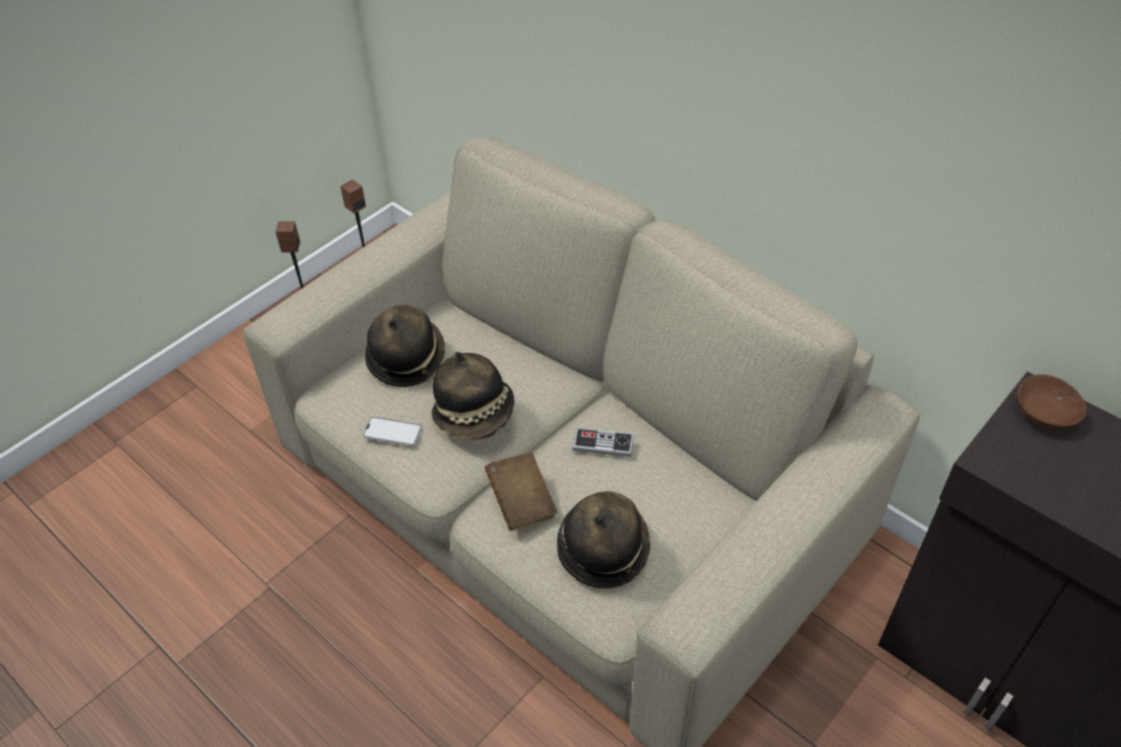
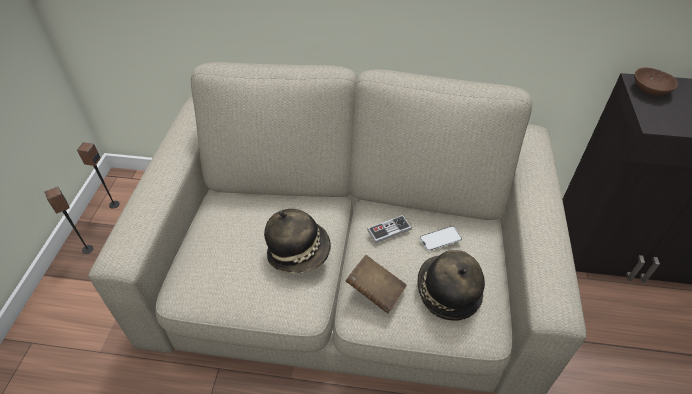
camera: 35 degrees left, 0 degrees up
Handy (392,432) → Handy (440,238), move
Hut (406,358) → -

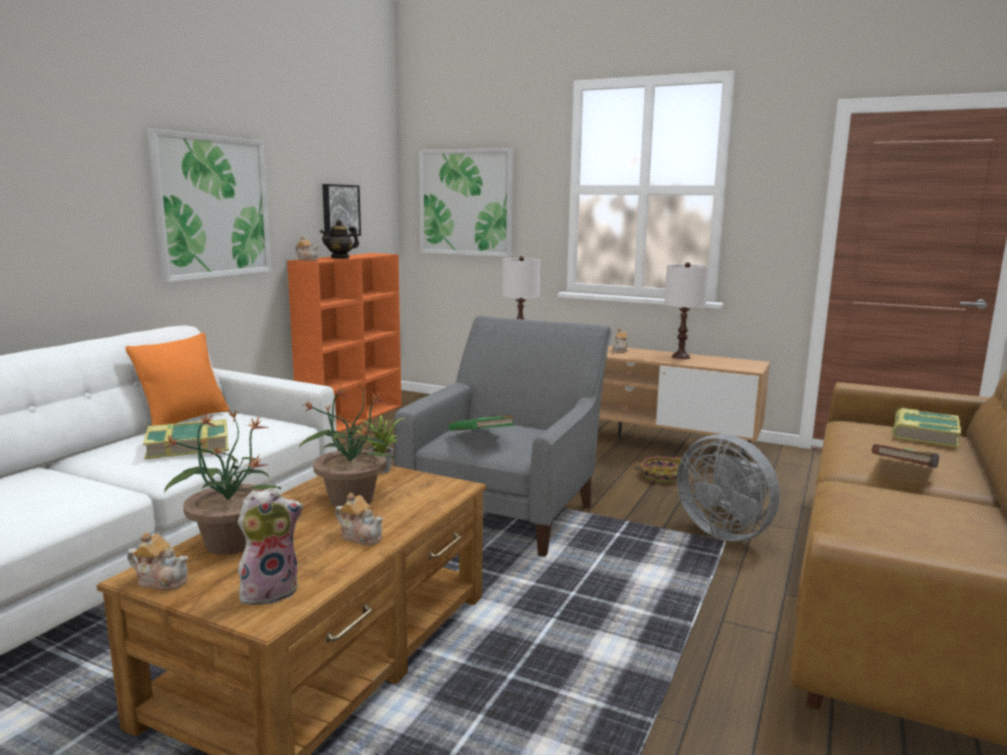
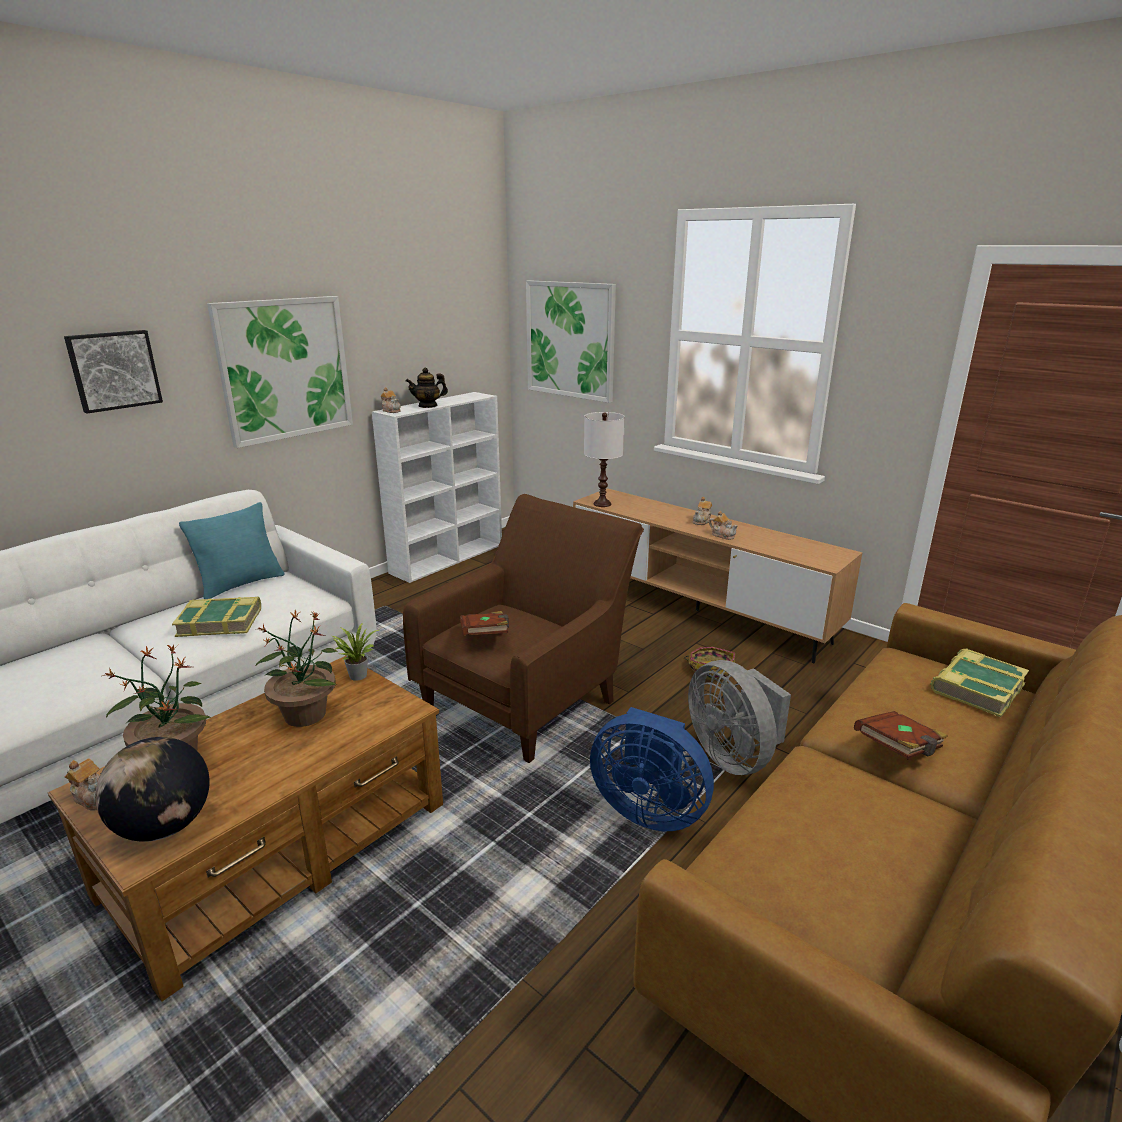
camera: 15 degrees right, 10 degrees up
Kissen (orange) (185,420) → Kissen (türkis) (241,584)
Plüschtier (270,591) → Globus (164,826)
Bücherregal (orange) (353,418) → Bücherregal (weiß) (448,558)
Bild (339,210) → Bild (114,370), move
Teekanne (361,536) → Teekanne (722,535), move
Sessel (grau) (507,510) → Sessel (braun) (527,697)
Buch (grün) (481,437) → Buch (braun) (485,636)
Tischlampe (weiß) (681,357) → -
- → Ventilator (blau) (649,809)

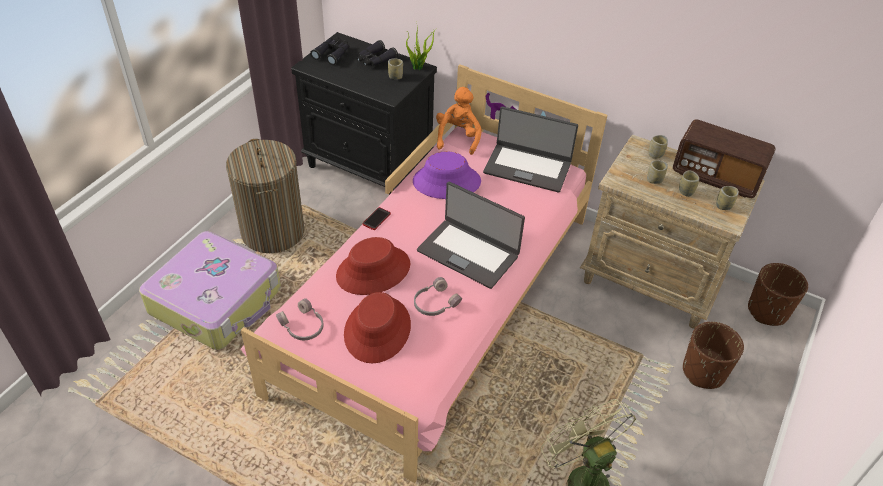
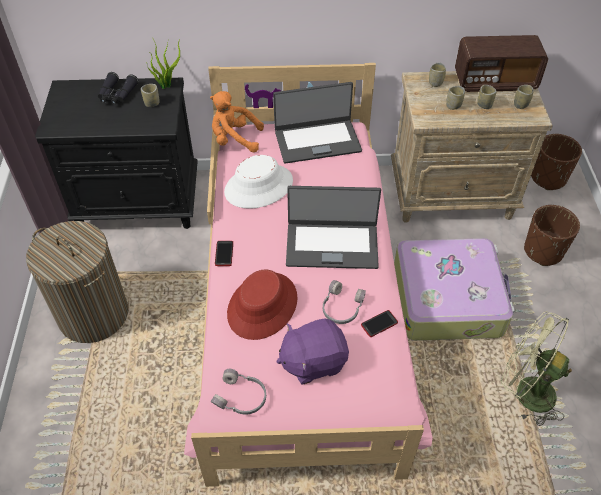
camera: 30 degrees left, 5 degrees up
Koffer (217,300) → Koffer (448,298), move
Fernglas (schwarz) (332,54) → -
Hut (rot) (378,330) → Plüschtier (lila) (313,361)
Hut (lila) (446,182) → Hut (weiß) (259,187)
Plüschtier (orange) (458,138) → Plüschtier (orange) (234,139), 60 degrees counterclockwise
- → Handy (379,324)

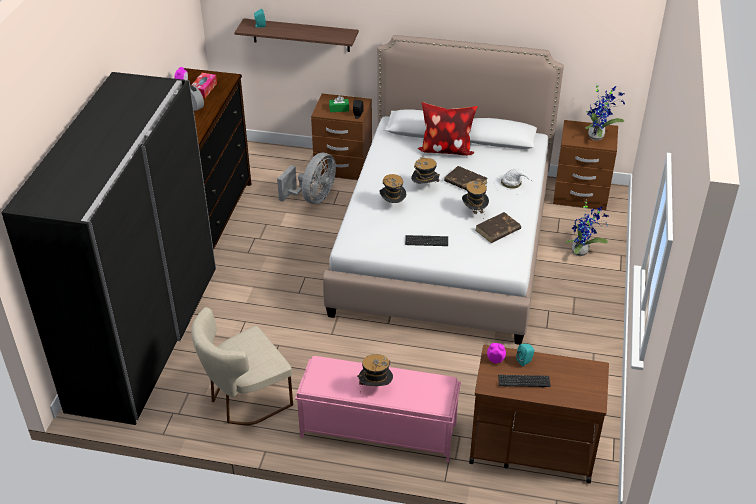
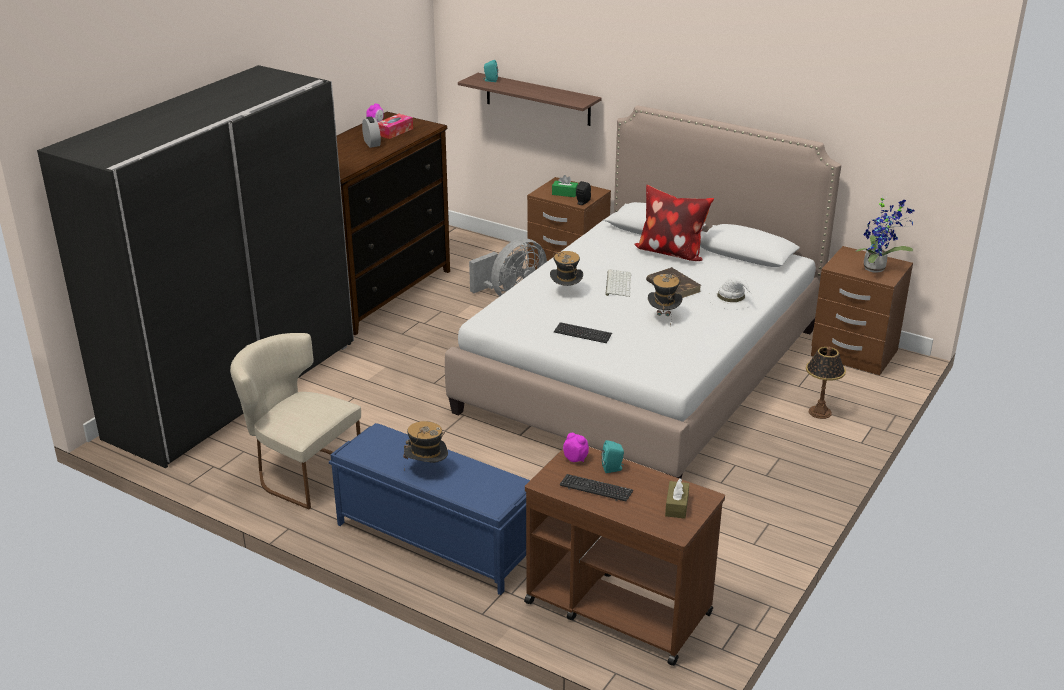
camera: 20 degrees right, 10 degrees down
Stuhl (beige) (245,400) → Stuhl (beige) (301,472), 45 degrees clockwise
Bank (rosa) (377,430) → Bank (blau) (434,539)
Hut (424,188) → Tastatur (617,283)
Buch (braun) (497,230) → -
Topfpflanze (582,251) → Tischlampe (819,412)
- → Taschentuchbox (braun) (676,506)

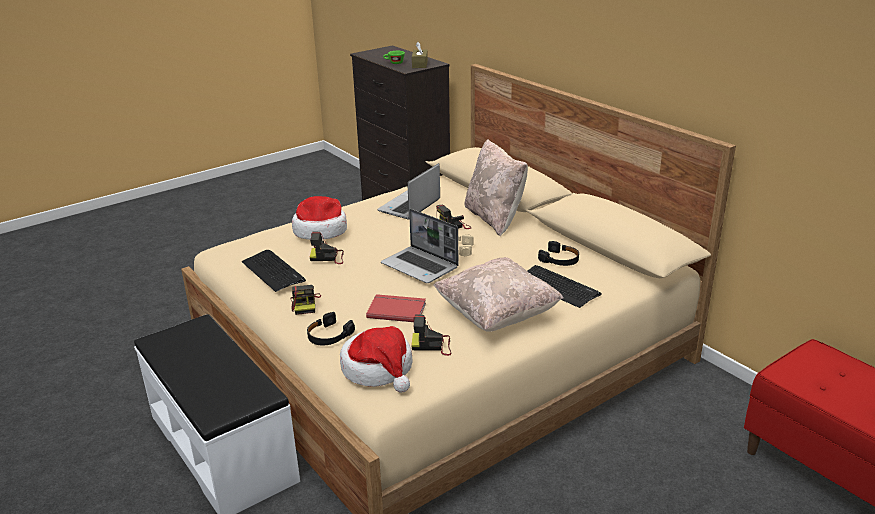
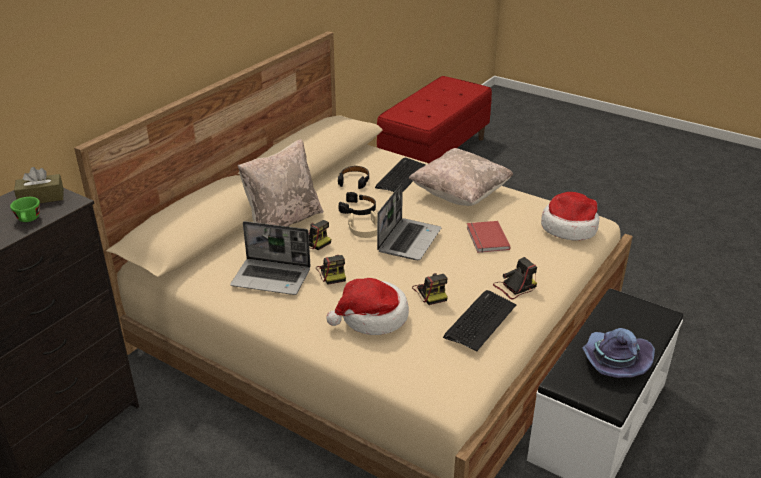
camera: 110 degrees left, 5 degrees up
Kopfhörer (schwarz) (329,336) → Kopfhörer (schwarz) (358,209), move
Kamera (432,345) → Kamera (332,273), move
- → Hut (lila) (612,362)

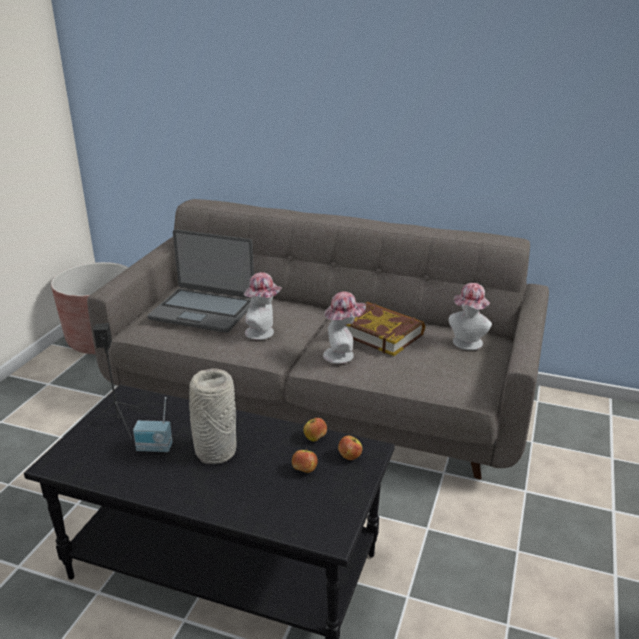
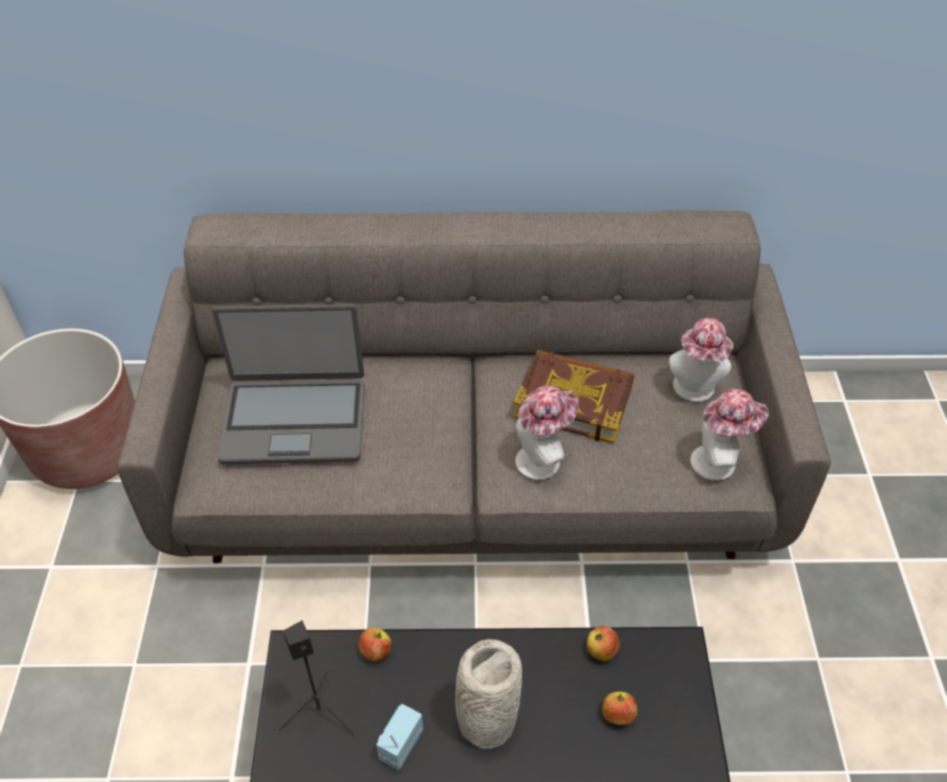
camera: 20 degrees left, 20 degrees up
Radio (154,448) → Radio (399,744), 135 degrees clockwise
Hut (263,333) → Hut (719,462), move
Apfel (349,457) → Apfel (375,651), move

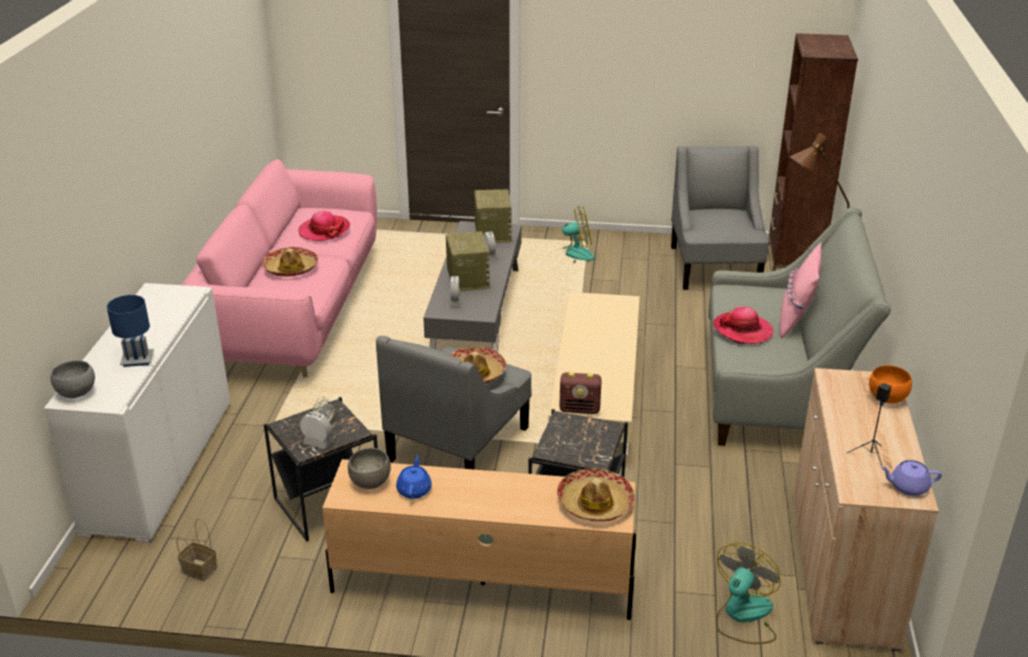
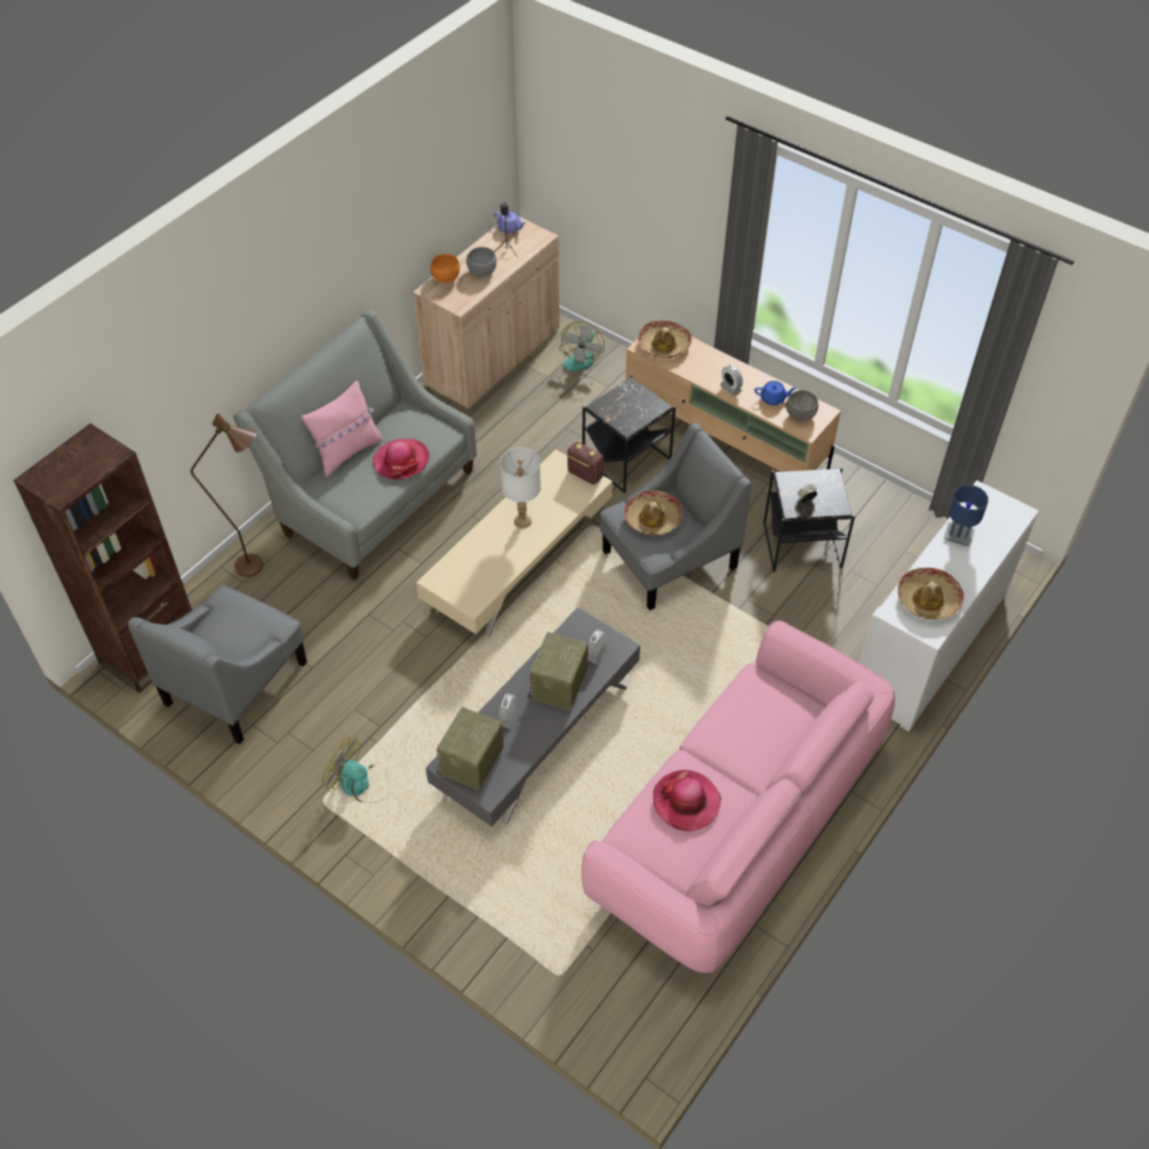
camera: 150 degrees left, 20 degrees up
Schüssel (grau) (77,393) → Schüssel (grau) (481,272), move
Korb (198,570) → -
Hut (291,268) → Hut (928,599), move
Wecker (317,443) → Wecker (730,388), move
Teekanne (blau) (414,489) → Teekanne (blau) (773,399), 120 degrees counterclockwise
Ventilator (743,616) → Ventilator (581,357), 45 degrees counterclockwise
- → Tischlampe (weiß) (522,522)

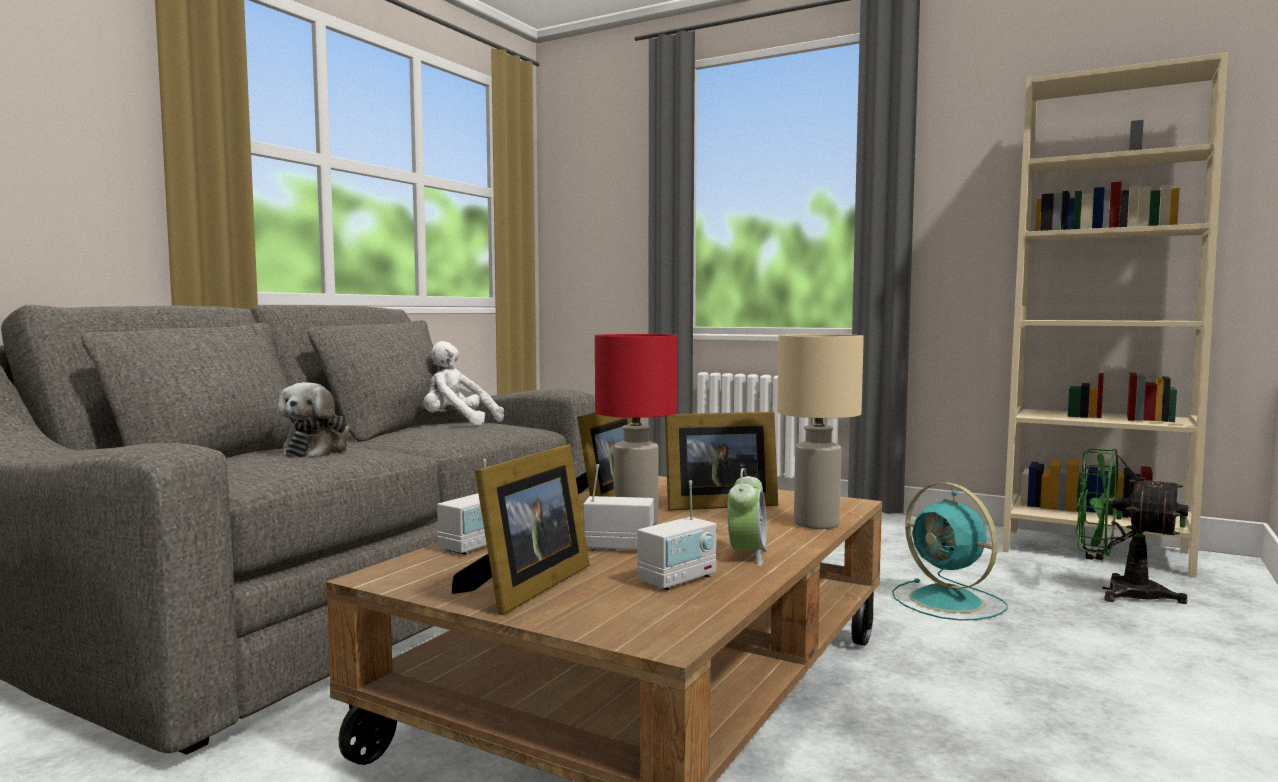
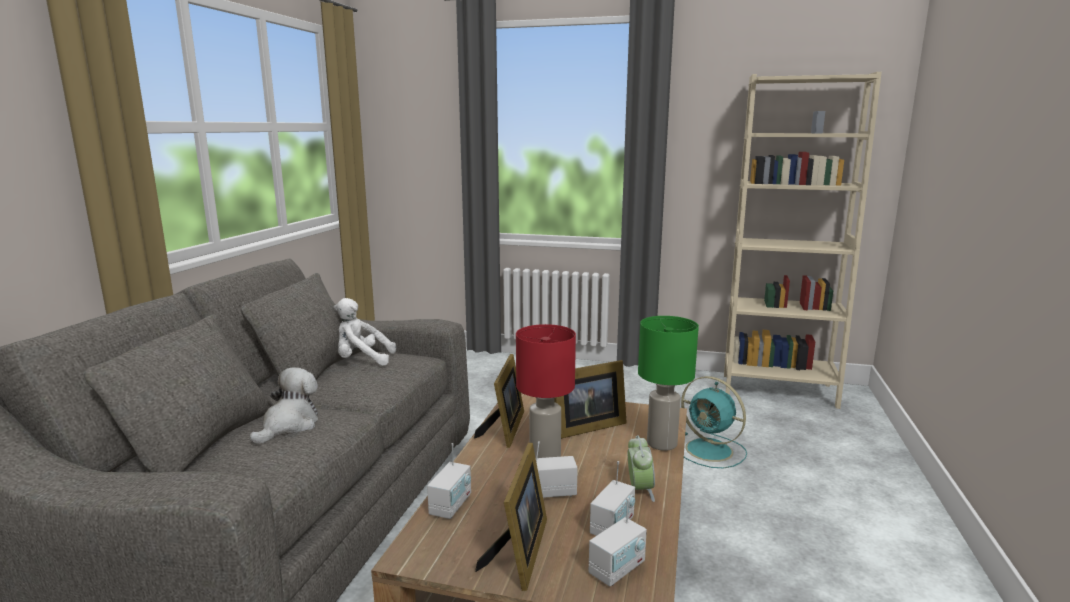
camera: 15 degrees left, 10 degrees up
Plüschtier (318,450) → Plüschtier (289,425), 150 degrees counterclockwise
Tischlampe (beige) (817,524) → Tischlampe (grün) (662,444)
Ventilator (grün) (1118,591) → -
- → Radio (617,569)

